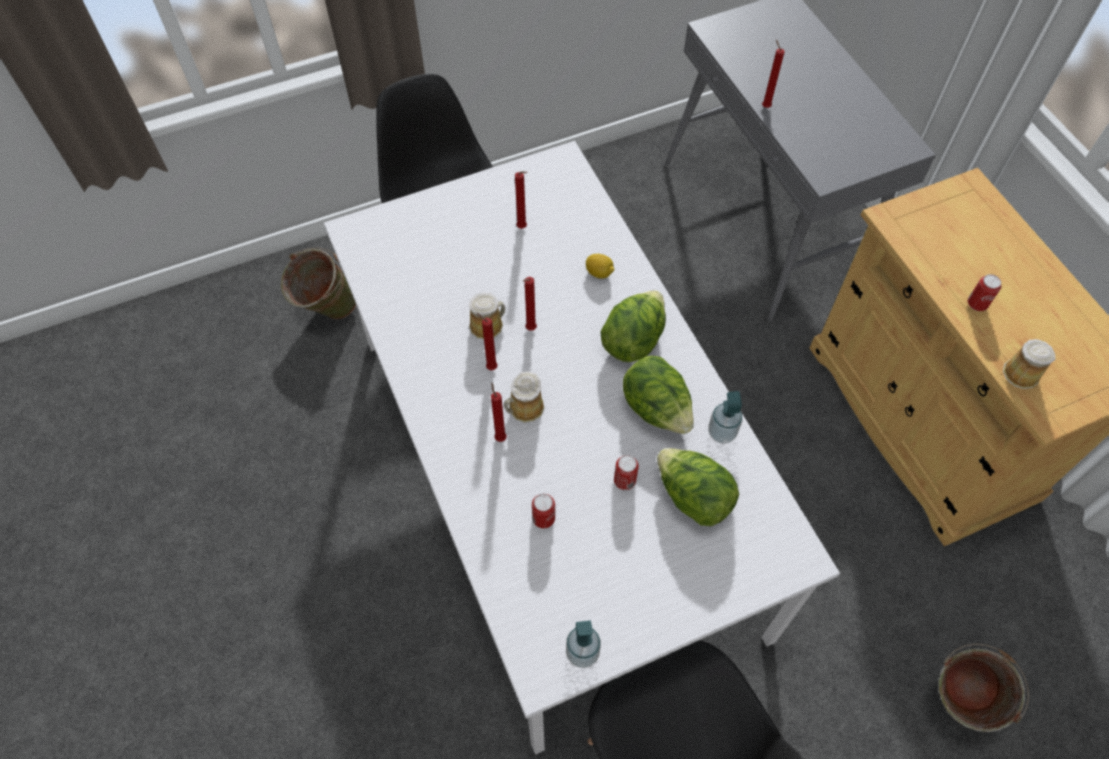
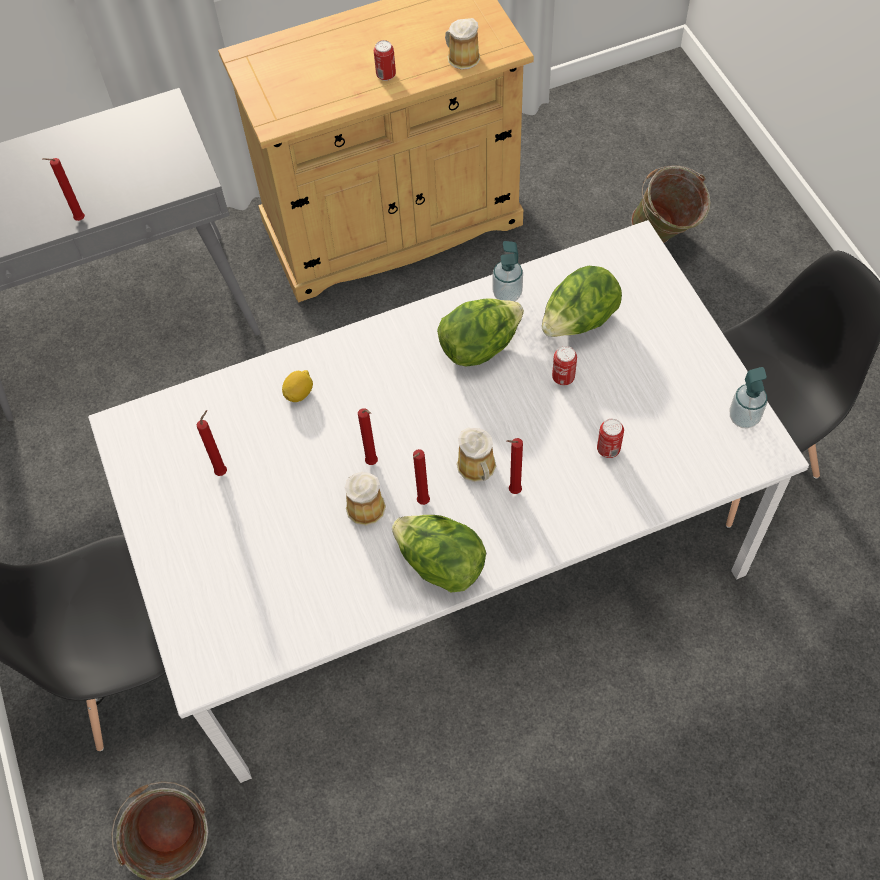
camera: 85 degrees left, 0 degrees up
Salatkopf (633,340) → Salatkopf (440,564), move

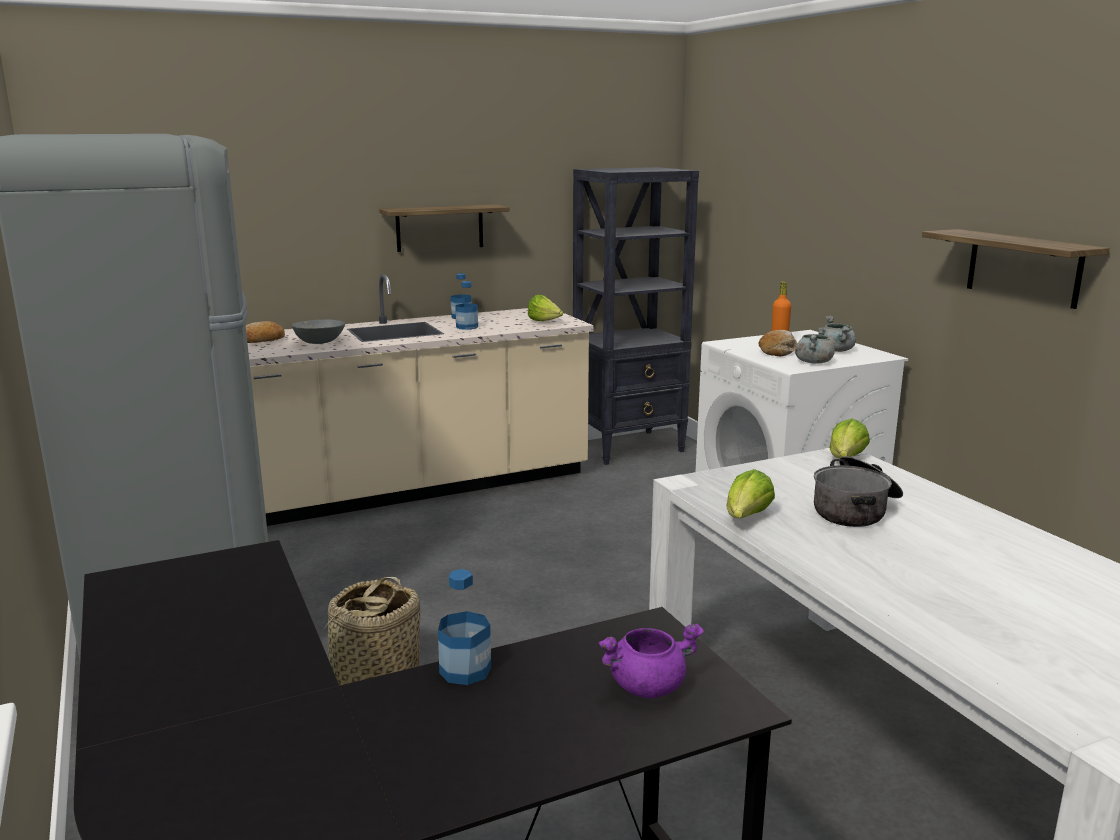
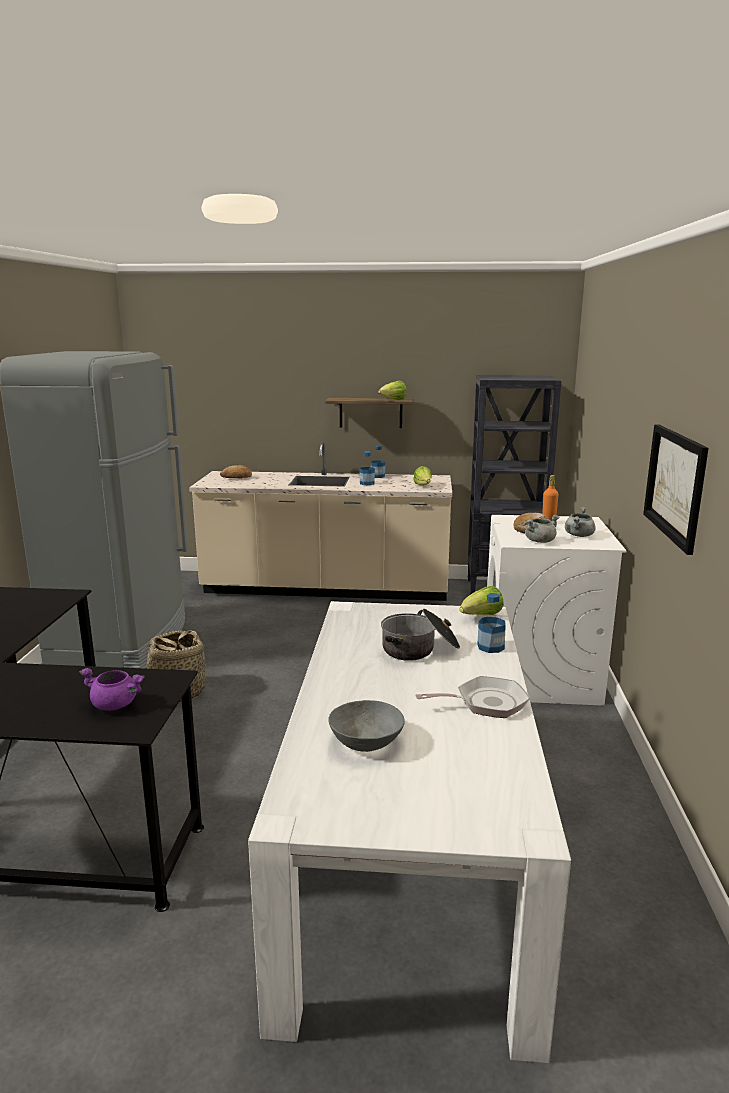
camera: 30 degrees right, 0 degrees up
Schüssel (grau) (320,342) → Schüssel (grau) (366,742), move
Flasche (465,670) → Flasche (490,647), move
Salatkopf (746,518) → Salatkopf (393,400), move
Wandregal (1023,268) → Bild (675,485)
- → Pfanne (486,703)

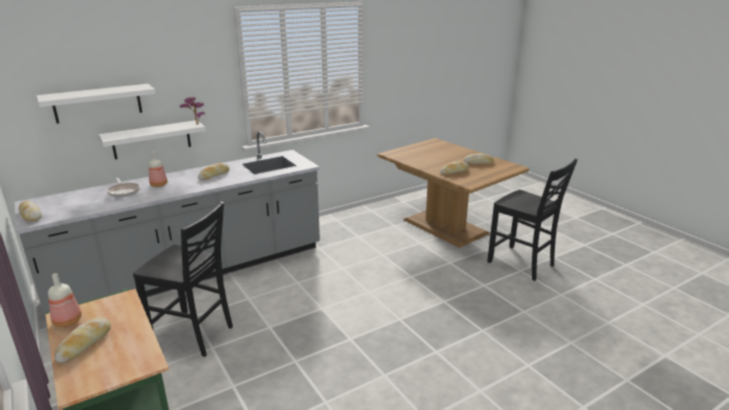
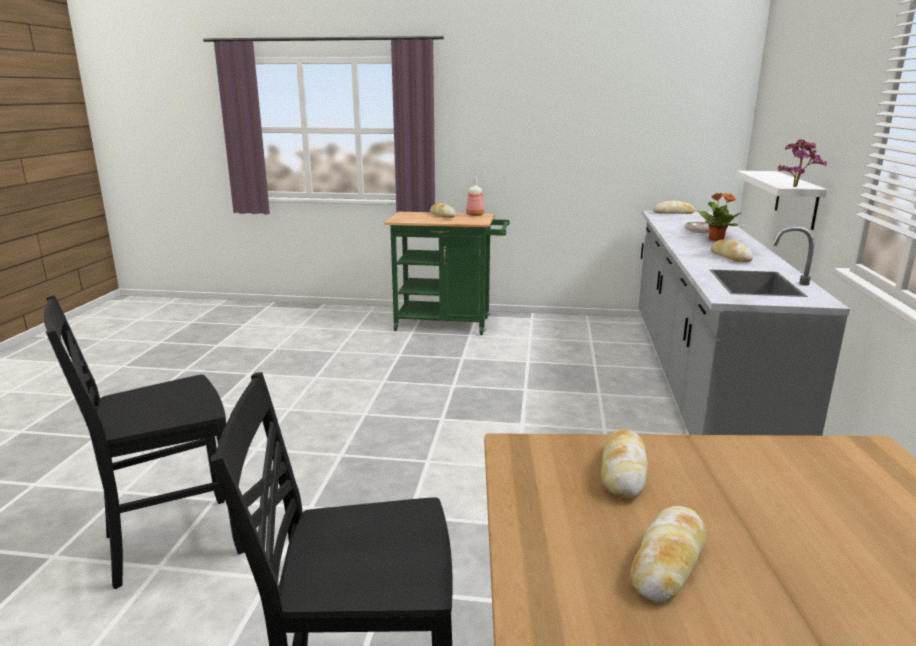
camera: 130 degrees right, 5 degrees down
Wandregal (weiß) (97,103) → -
Stuhl (schwarz) (194,335) → Stuhl (schwarz) (171,542), move
Flasche (158,185) → Topfpflanze (716,239)

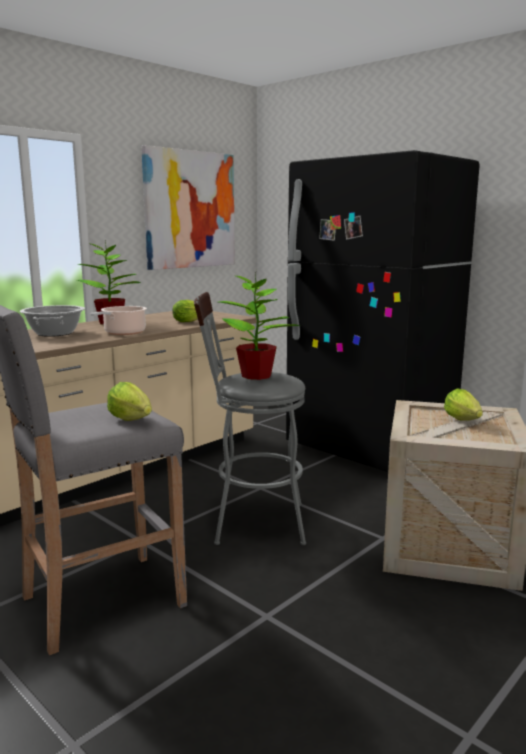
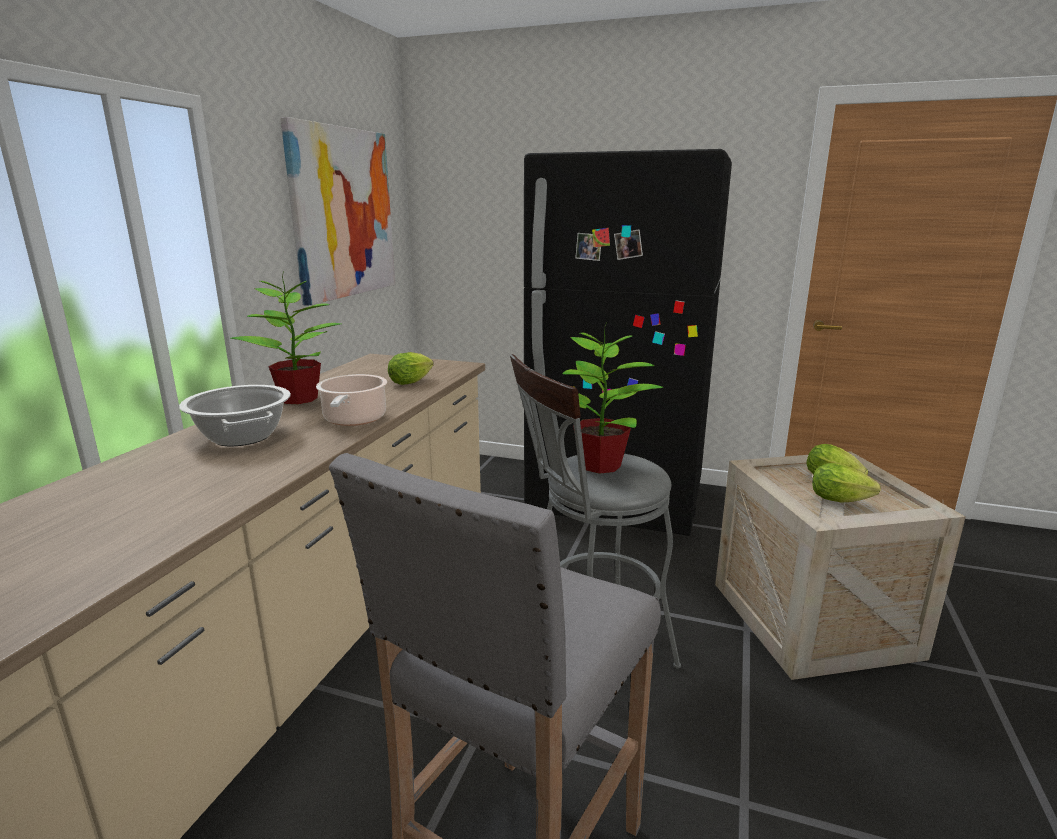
camera: 25 degrees left, 5 degrees up
Salatkopf (133,420) → Salatkopf (843,501), move

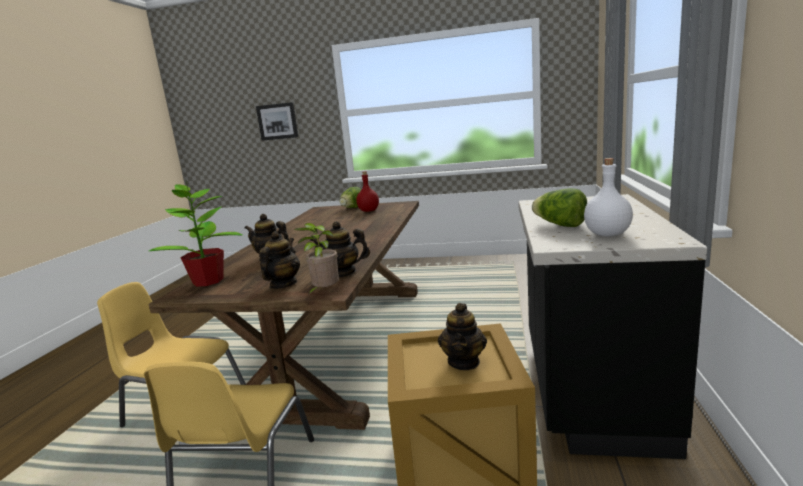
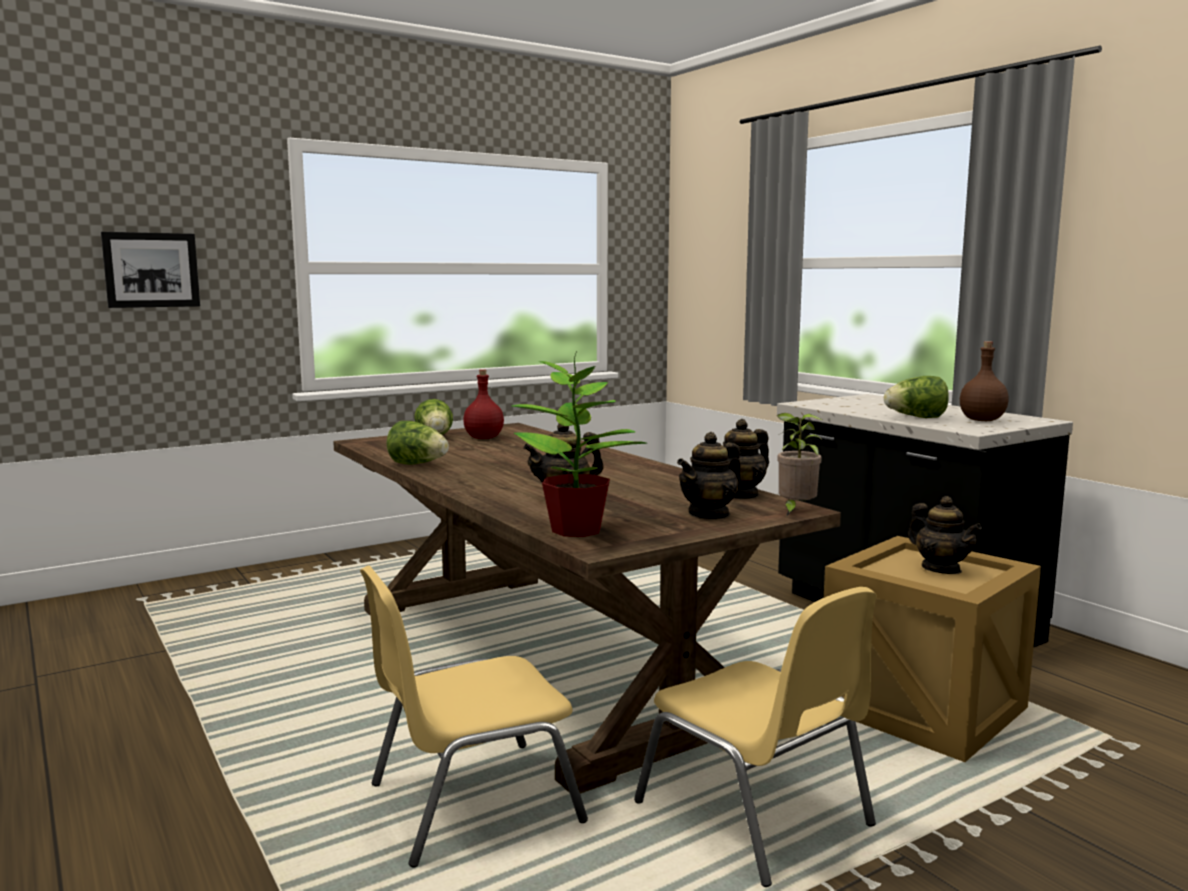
camera: 45 degrees left, 5 degrees down
Teekanne (283,284) → Teekanne (709,514), 105 degrees counterclockwise
Flasche (weiß) (606,234) → Flasche (braun) (981,420)
- → Salatkopf (418,464)

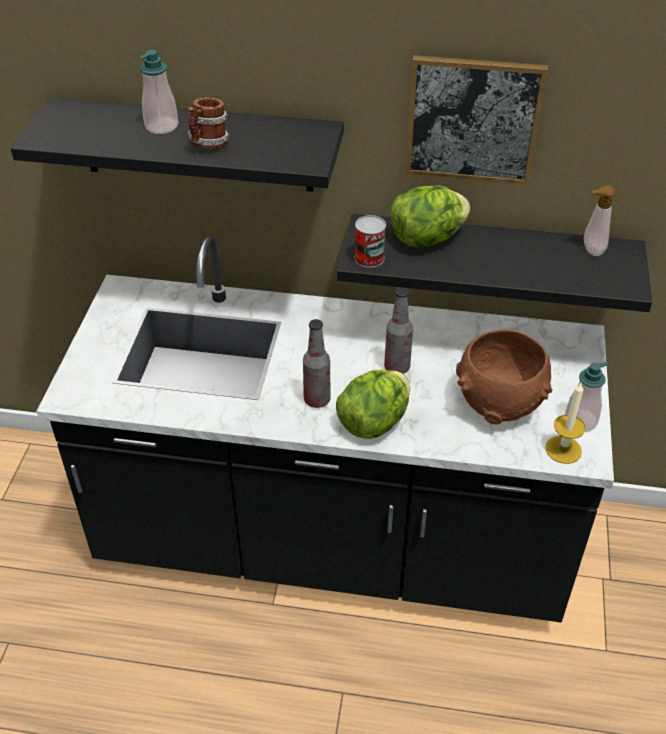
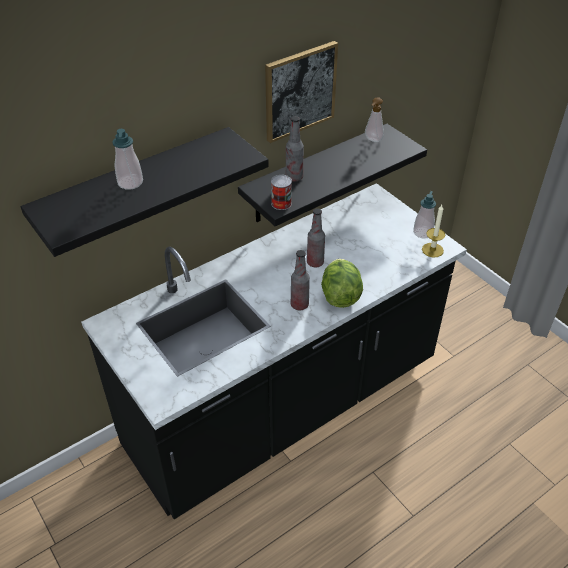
camera: 45 degrees left, 0 degrees up
Henkelbecher (208,145) → -
Salatkopf (427,238) → Flasche (294,177)
Schüssel (braun) (499,403) → -

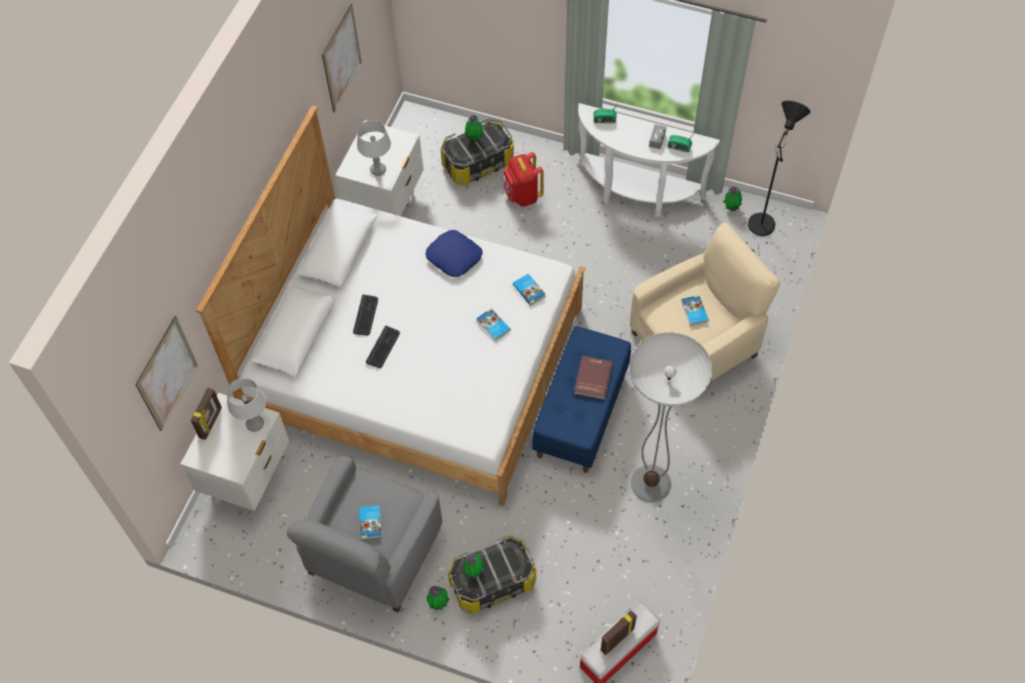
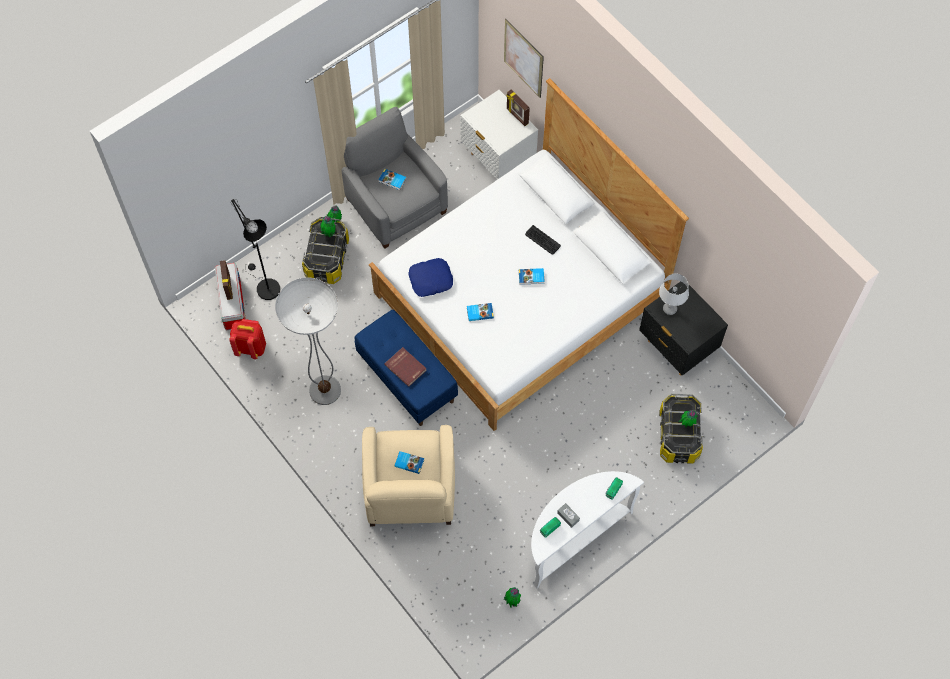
camera: 120 degrees right, 5 degrees up
Tischlampe (grau) (255,424) → -
Bild (341,58) → -
Nachttisch (weiß) (386,205) → Nachttisch (schwarz) (676,348)
Tastatur (383,347) → -
Kissen (blau) (454,256) → Kissen (blau) (431,280), move
Rucksack (rot) (523,195) → Rucksack (rot) (251,347), move
Buch (529,290) → Buch (531,277), move
Stehlampe (schwarz) (760,229) → Stehlampe (schwarz) (265,286), move

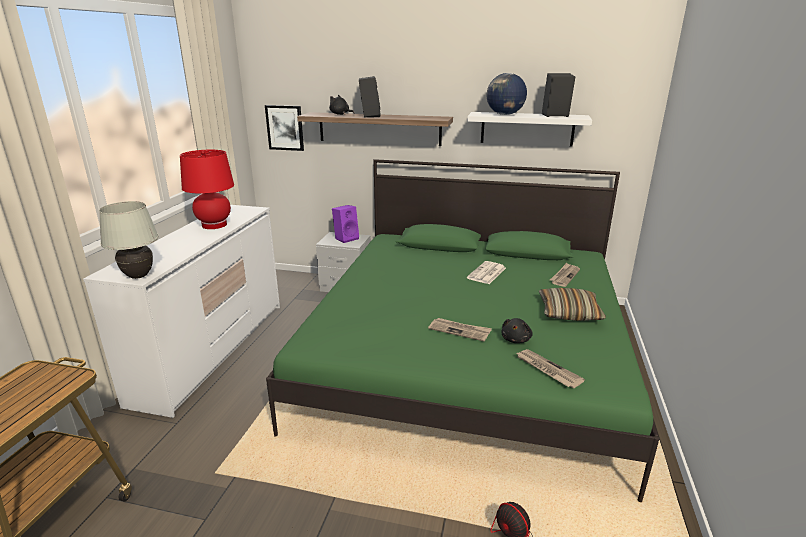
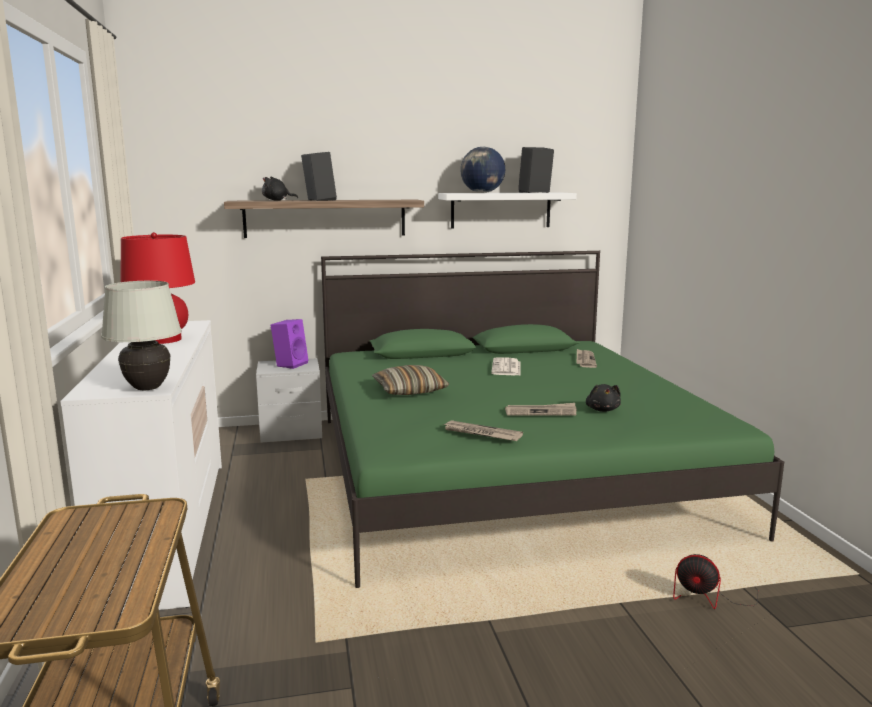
camera: 25 degrees left, 10 degrees down
Bild (285,127) → -
Zeitung (547,370) → Zeitung (481,433), move
Kissen (569,312) → Kissen (409,390), move

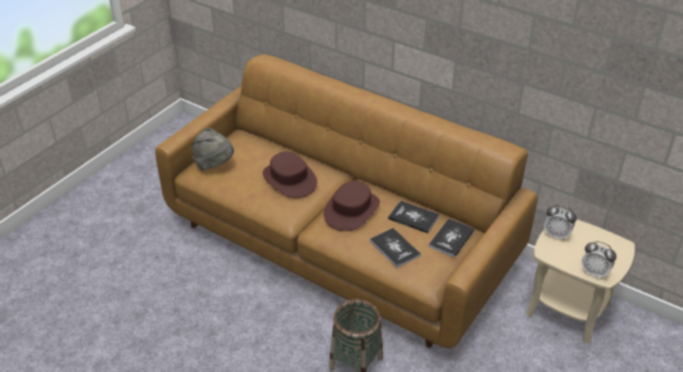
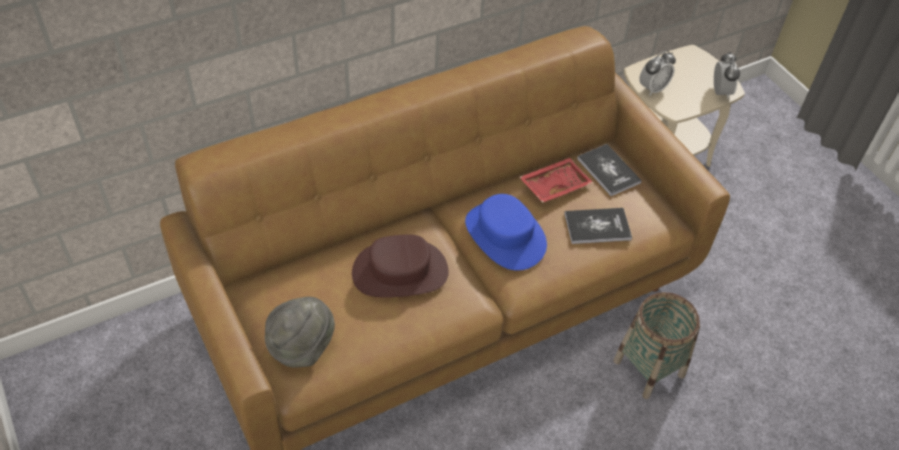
camera: 65 degrees left, 10 degrees up
Hut (braun) (351,210) → Hut (blau) (504,235)
Buch (413,218) → Tablett (rot) (554,185)
Wecker (594,272) → Wecker (720,92), 60 degrees counterclockwise

